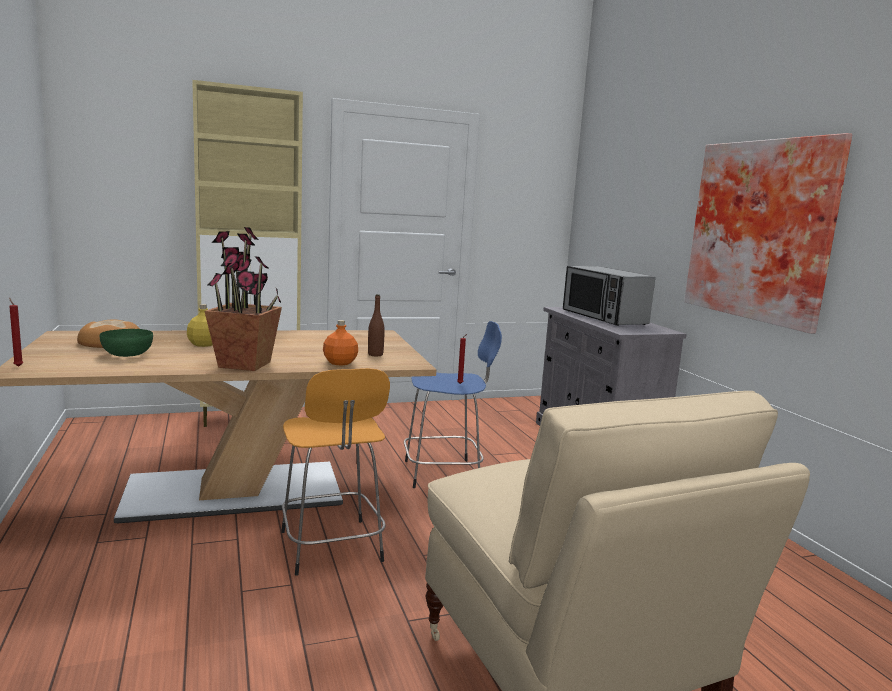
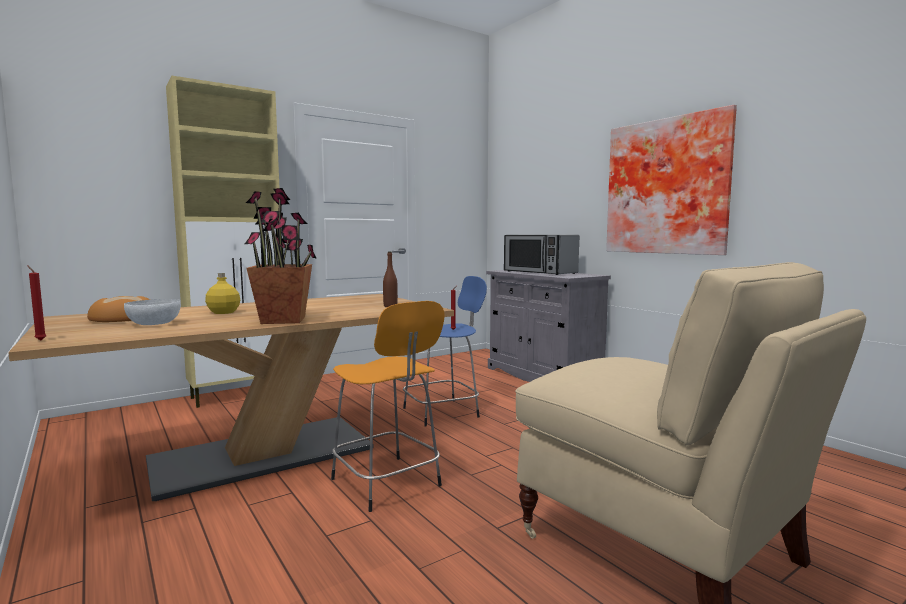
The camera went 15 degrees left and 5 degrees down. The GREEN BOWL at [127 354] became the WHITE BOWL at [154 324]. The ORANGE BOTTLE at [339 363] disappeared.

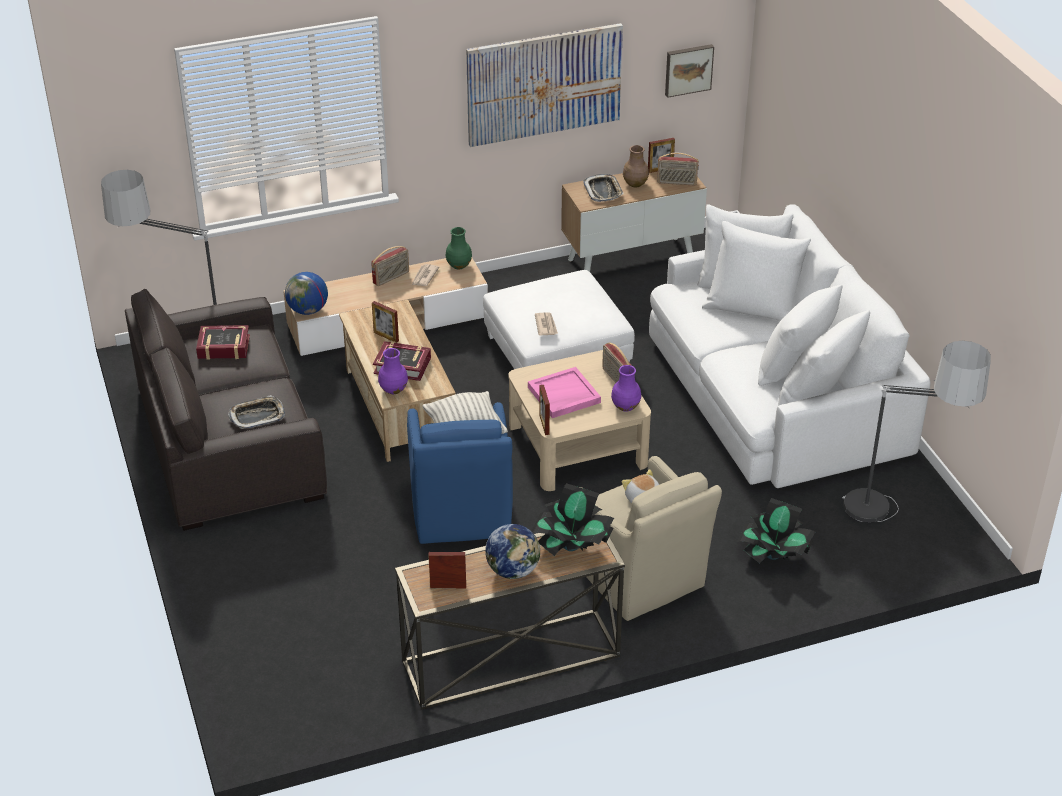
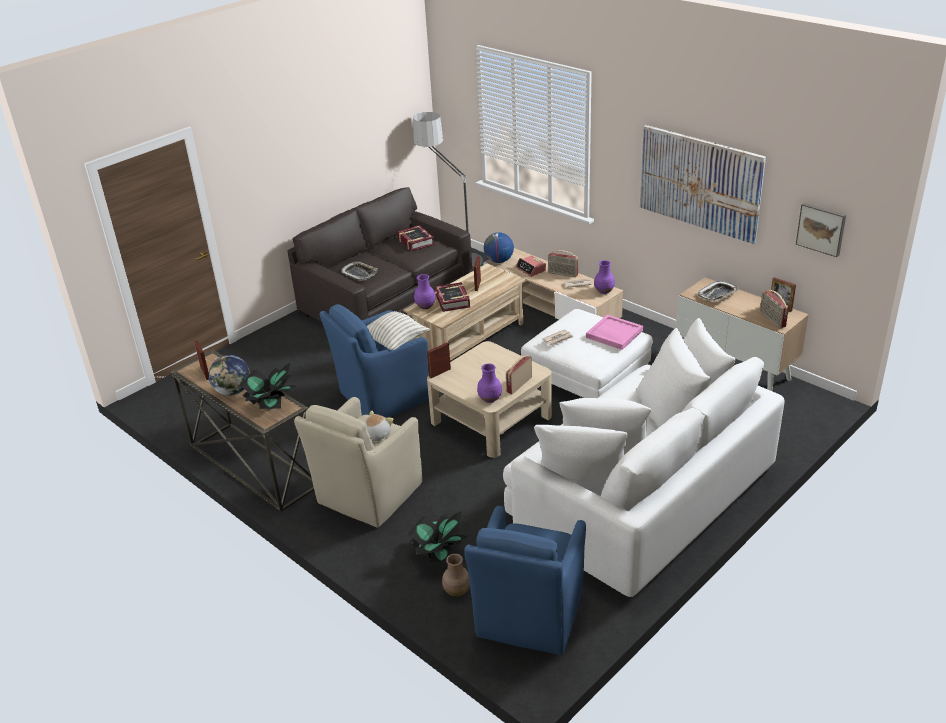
The camera went 65 degrees right and 5 degrees down. The GREEN VASE at [459 265] became the PURPLE VASE at [604 291]. The PINK TRAY moved from [563 395] to [613 334]. The BROWN VASE moved from [635 184] to [456 591]. The FLOOR LAMP at [897 525] was replaced by the BLUE ARMCHAIR at [528 616]. The ALARM CLOCK at [531 269] appeared.

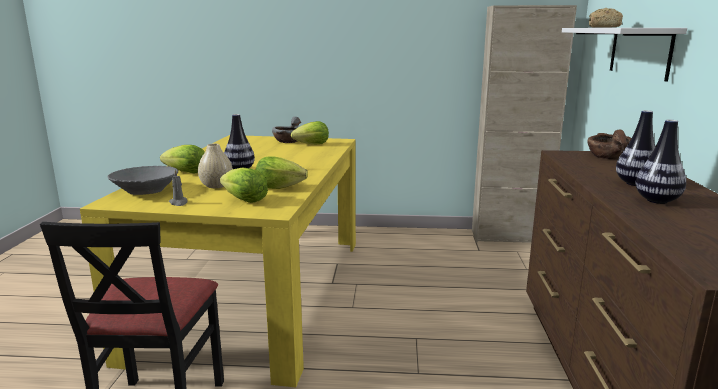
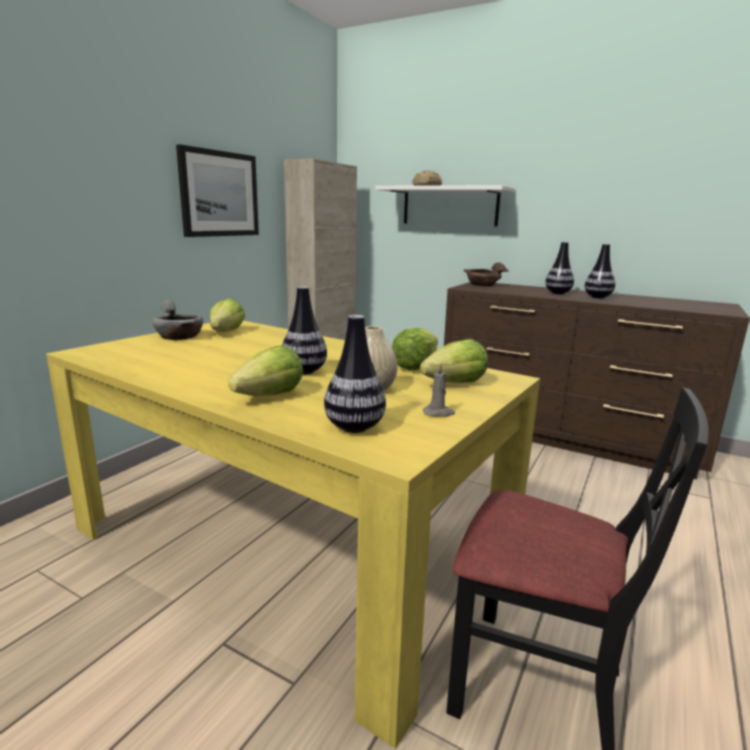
The camera went 65 degrees left and 0 degrees up. The GREY BOWL at [145 191] was replaced by the VASE at [354 427]. The PICTURE at [219 194] appeared.

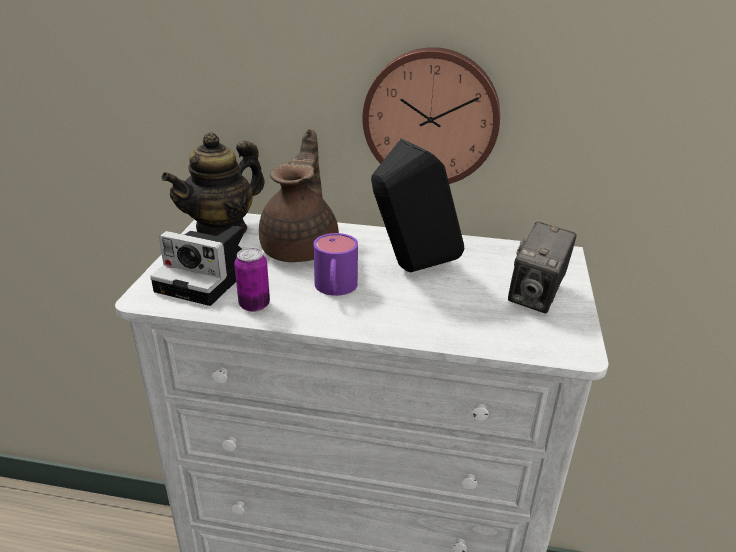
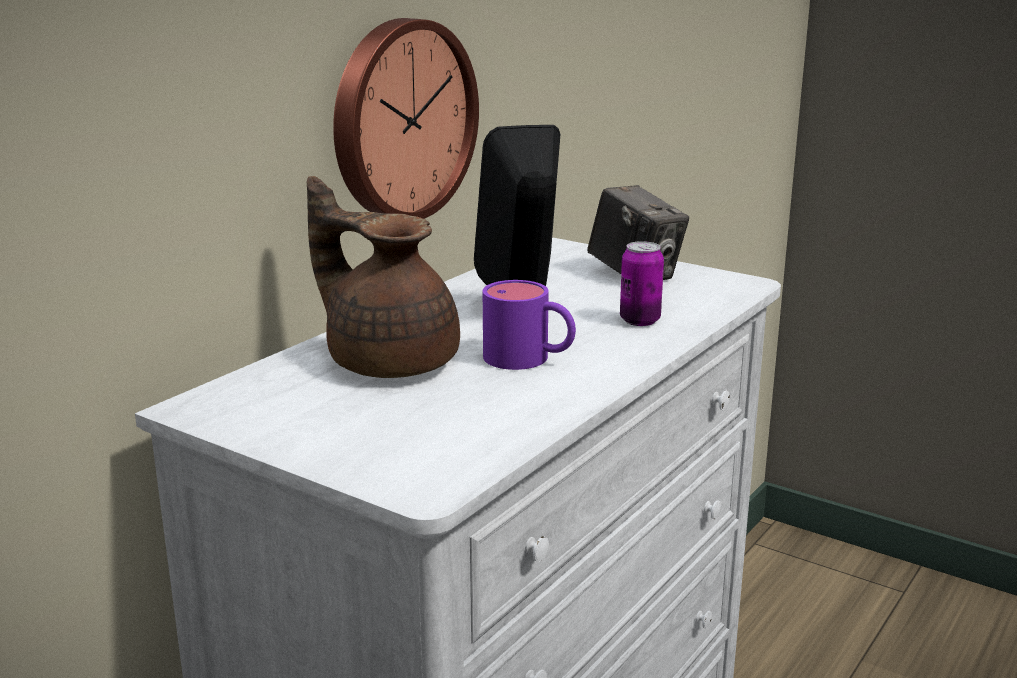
The camera went 65 degrees left and 10 degrees down. The PHOTO CAMERA at [209 278] disappeared. The TEAPOT at [222 230] disappeared. The CAN moved from [254 305] to [640 320].

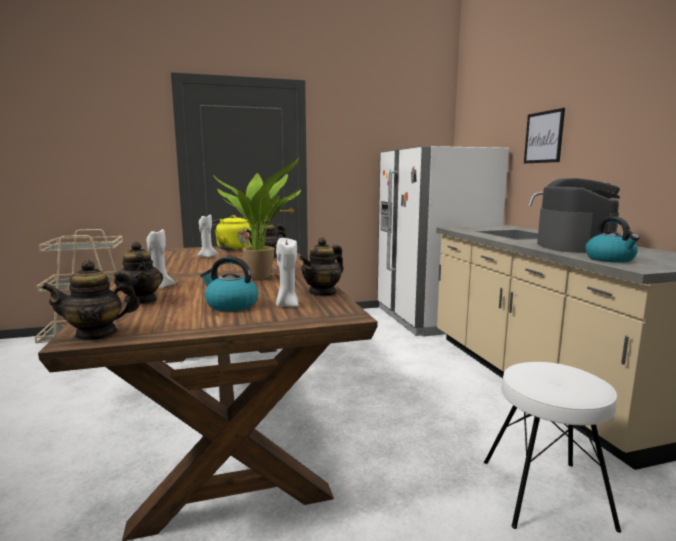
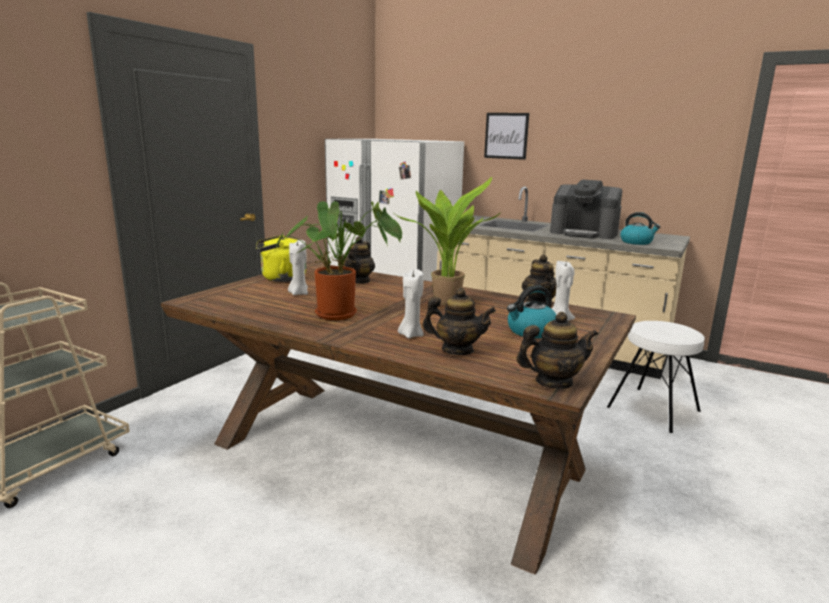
The camera went 45 degrees left and 5 degrees up. The TEAPOT at [96 334] turned 120 degrees counterclockwise. The COFFEE MACHINE at [574 246] turned 150 degrees clockwise. The POTTED PLANT at [341 314] appeared.

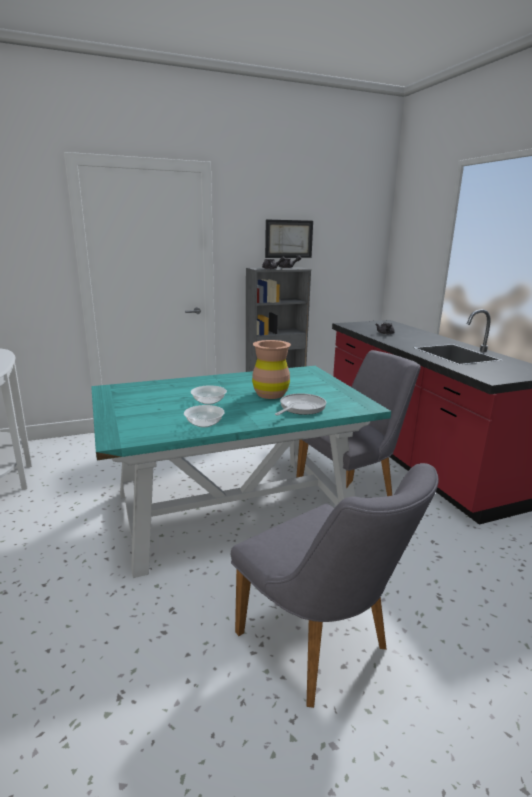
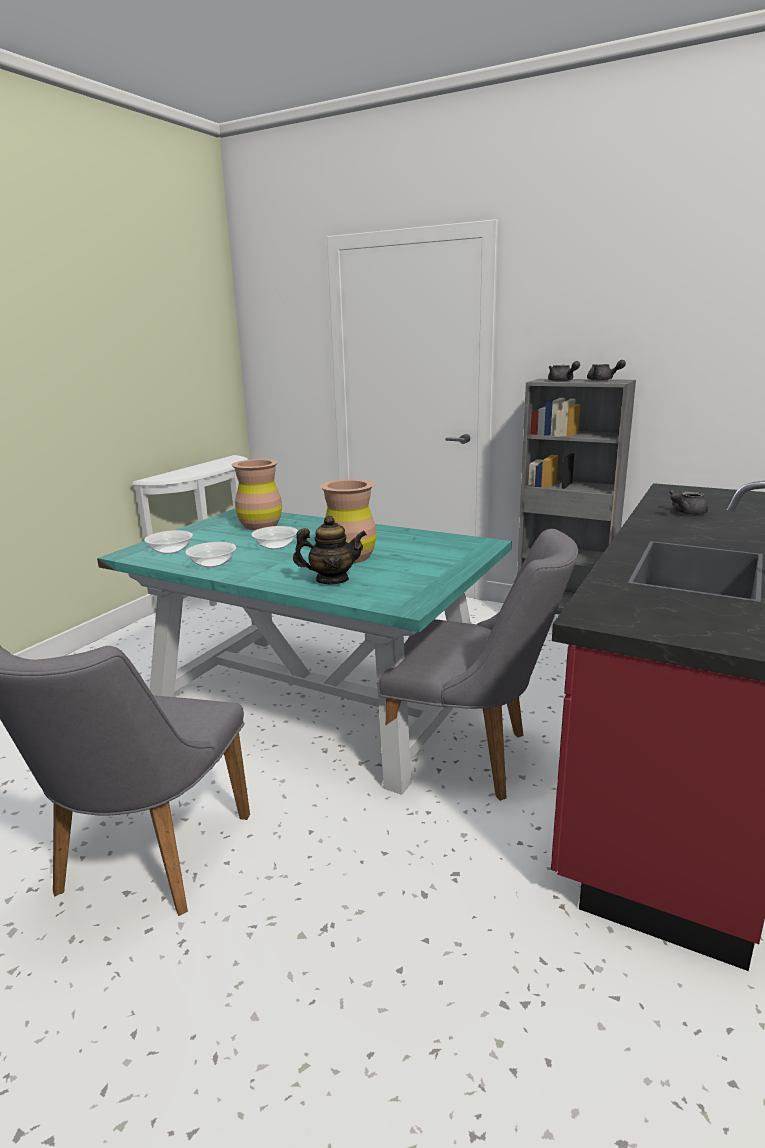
The camera went 50 degrees right and 0 degrees up. The PICTURE at [288 239] disappeared. The FRYING PAN at [300 408] was replaced by the TEAPOT at [332 580]. The BOWL at [170 550] appeared. The BROWN VASE at [260 525] appeared.

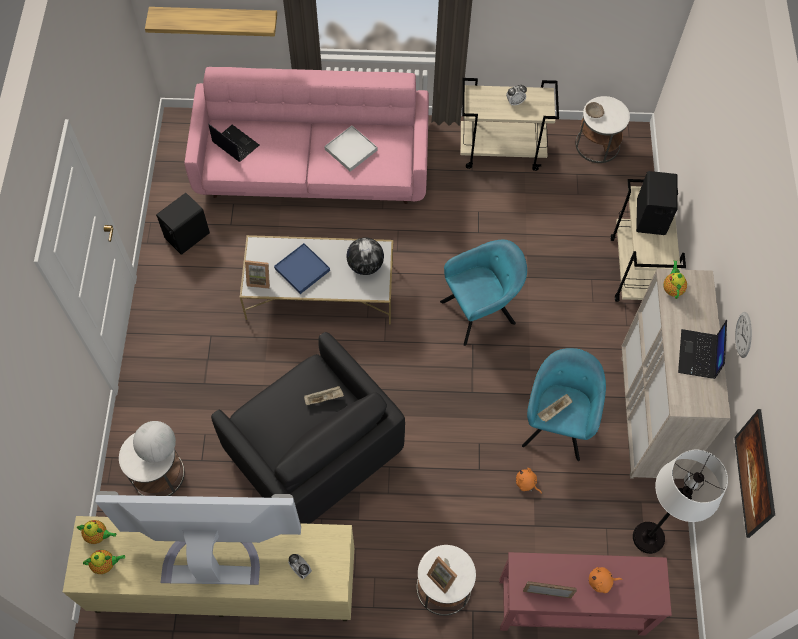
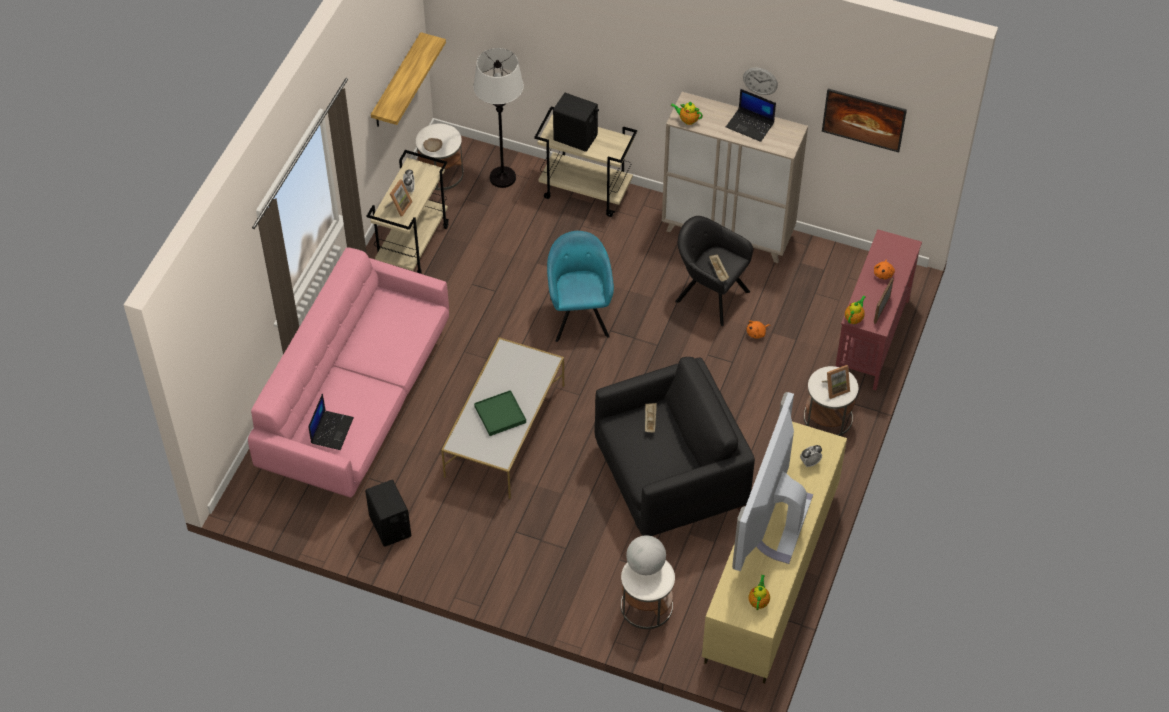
The camera went 70 degrees left and 10 degrees down. The TEAPOT moved from [98 535] to [854 318]. The SHELF moved from [214 18] to [396 82]. The LAPTOP at [235 144] turned 135 degrees clockwise. The PICTURE FRAME moved from [259 279] to [399 206]. The BLUE TRAY at [302 269] became the GREEN TRAY at [500 415]. The WHITE TRAY at [351 150] disappeared. The GLOBE at [365 265] disappeared. The TURQUOISE ARMCHAIR at [557 422] became the BLACK ARMCHAIR at [709 295]. The WHITE FLOOR LAMP moved from [648 537] to [502 177].

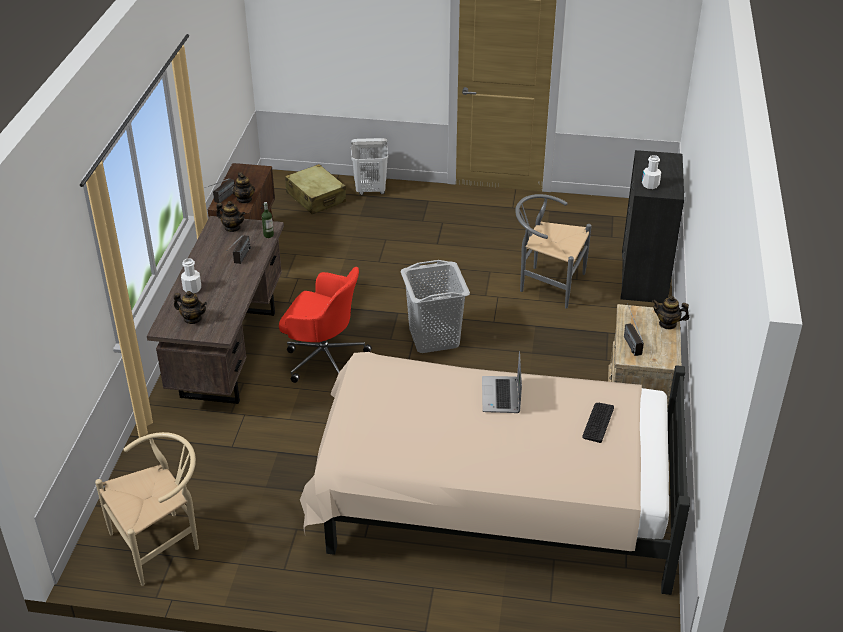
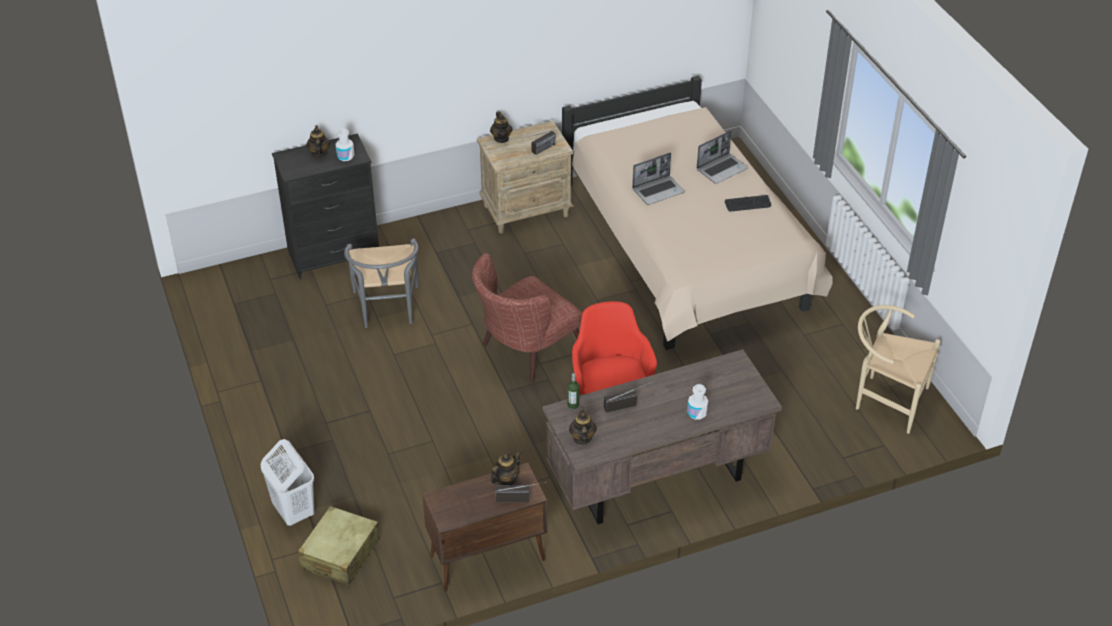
The camera went 120 degrees left and 5 degrees up. The TEAPOT moved from [192 319] to [319 153]. The GREY LAUNDRY BASKET at [434 337] was replaced by the BROWN ARMCHAIR at [524 352]. The KEYBOARD moved from [598 422] to [748 204]. The LAPTOP at [722 169] appeared.

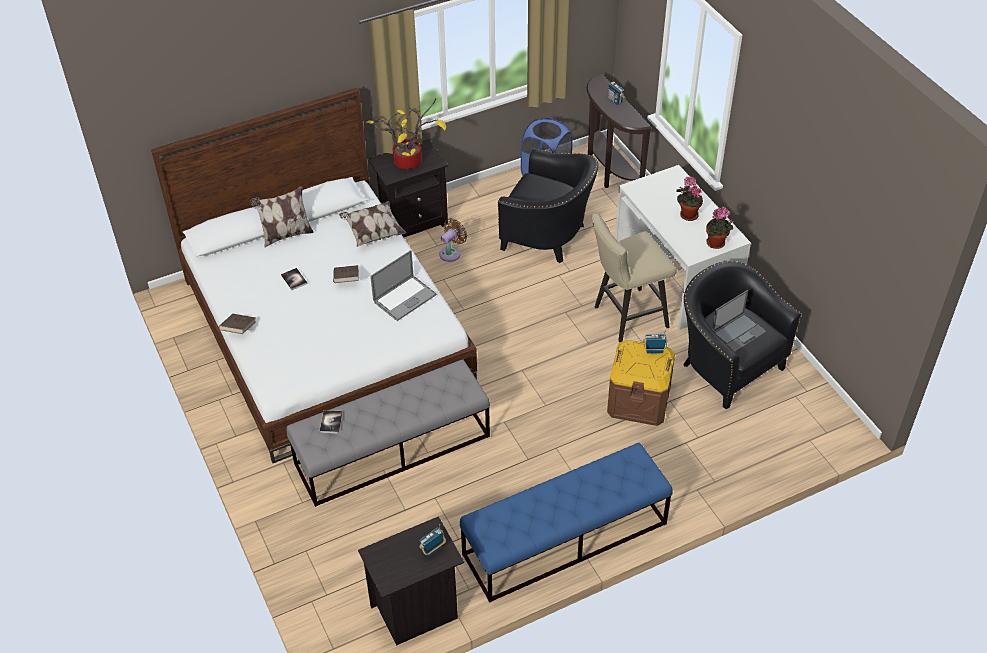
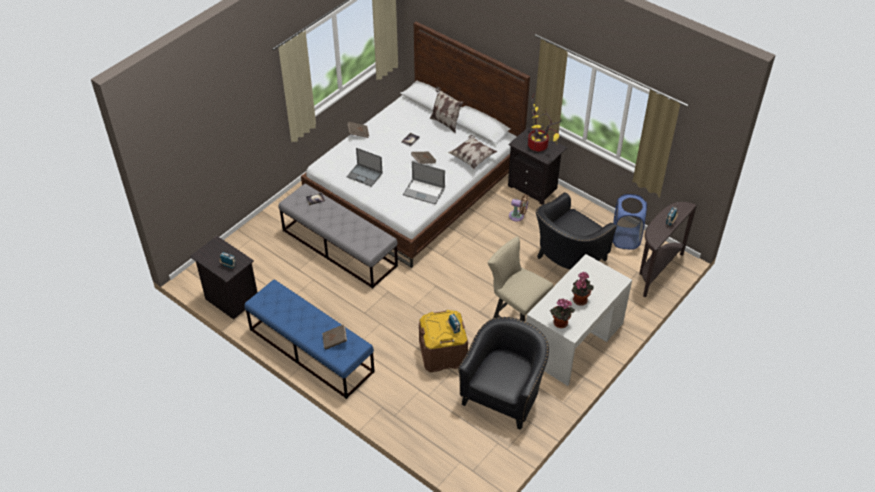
The camera went 65 degrees right and 0 degrees up. The BLACK ARMCHAIR at [548 236] turned 45 degrees clockwise. The LAPTOP moved from [739 332] to [365 175]. The BROWN BOOK at [335 341] appeared.

